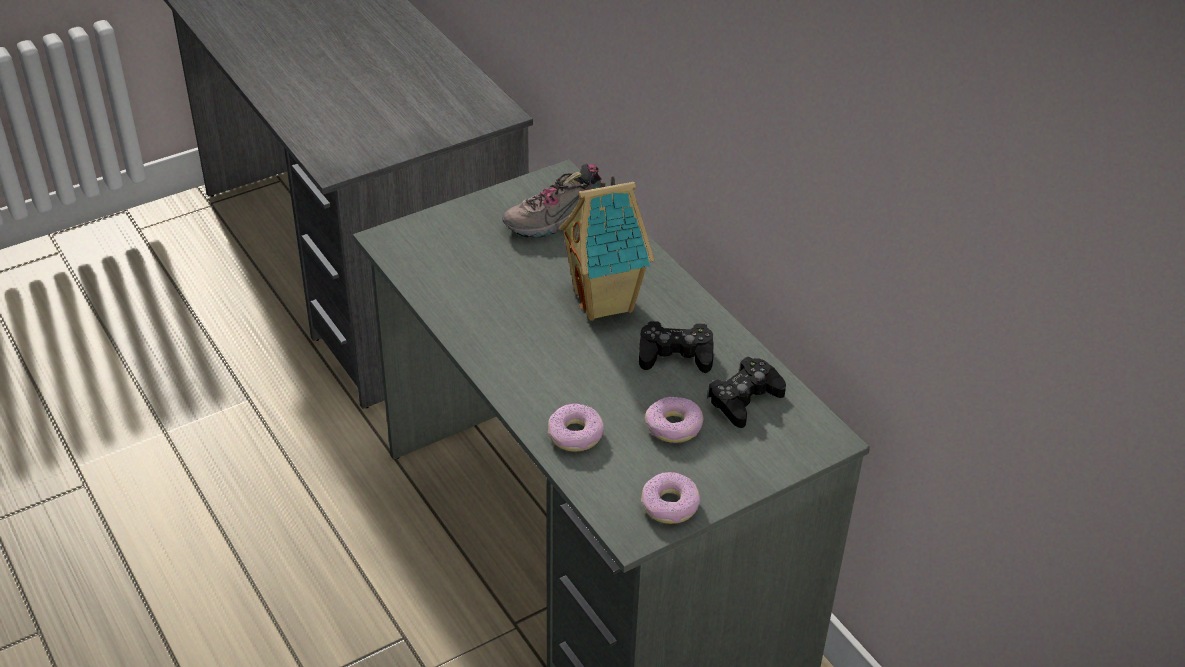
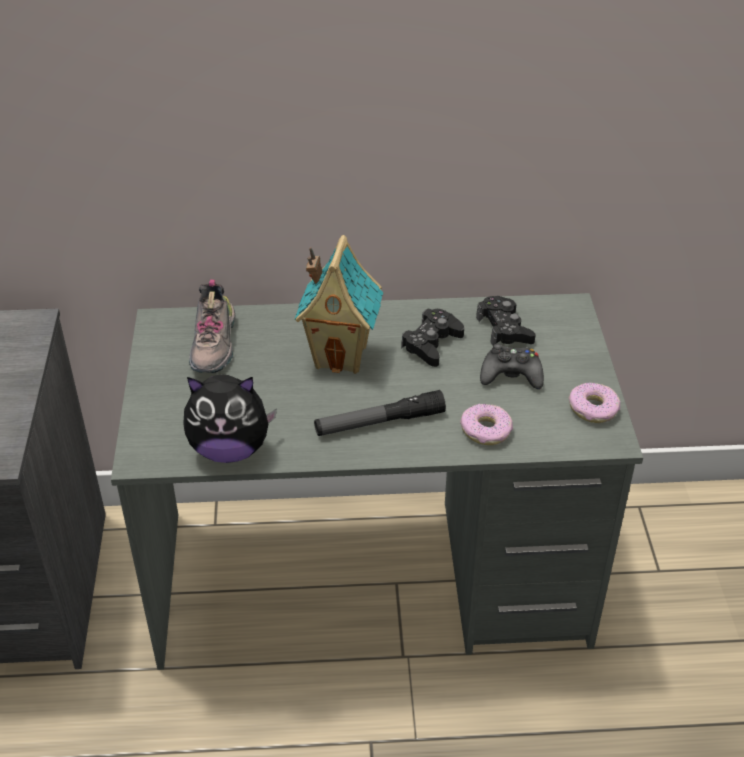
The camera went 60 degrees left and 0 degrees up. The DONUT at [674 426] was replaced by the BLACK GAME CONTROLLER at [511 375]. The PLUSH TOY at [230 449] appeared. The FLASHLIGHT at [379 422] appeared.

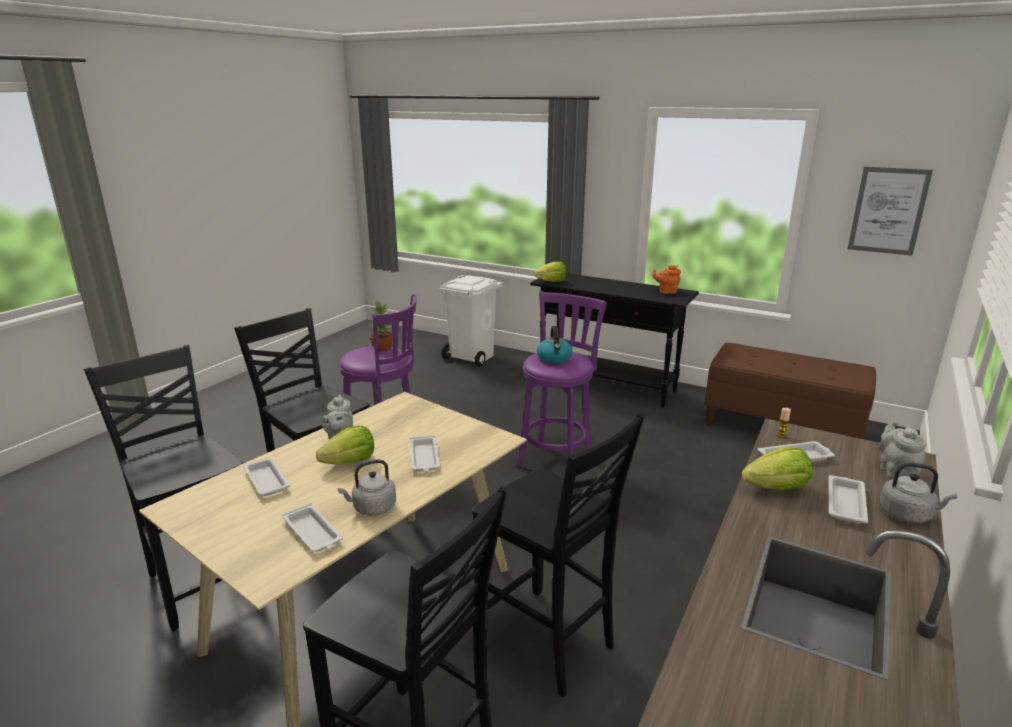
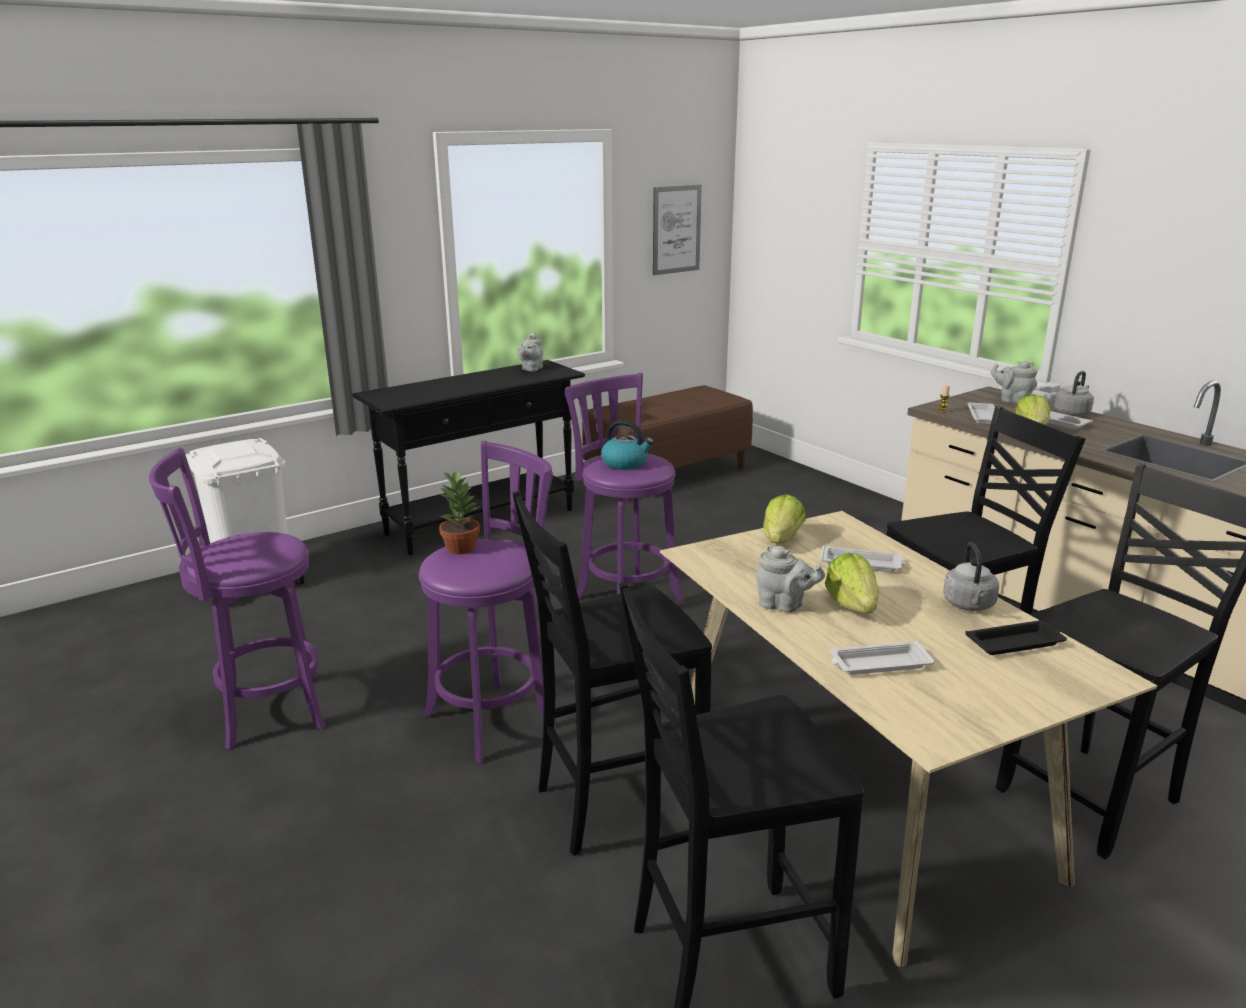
The camera went 65 degrees left and 0 degrees up. The WHITE TRAY at [313 533] became the BLACK TRAY at [1016 643]. The LETTUCE moved from [552 282] to [781 540]. The ORANGE TEAPOT at [666 291] became the GREY TEAPOT at [531 369]. The PURPLE STOOL at [266 712] appeared.

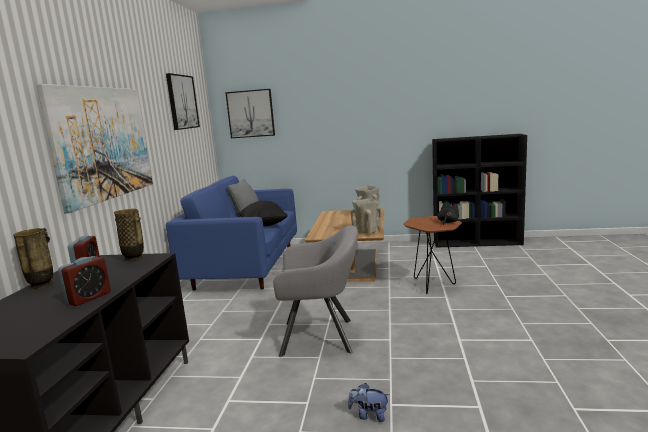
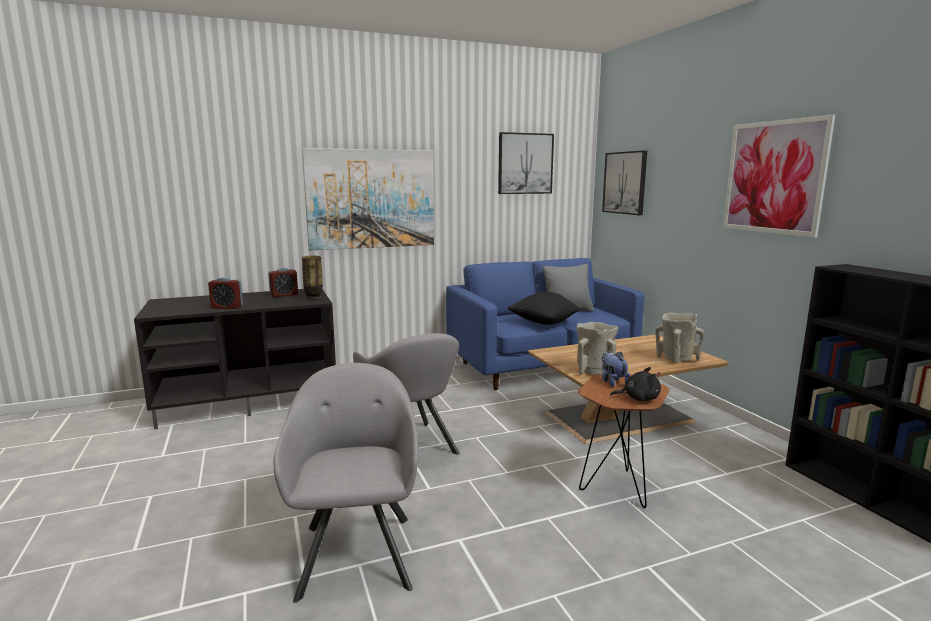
The camera went 60 degrees right and 0 degrees up. The VASE at [42 285] disappeared. The PLUSH TOY moved from [369 415] to [613 382]. The GREY ARMCHAIR at [356 550] appeared. The PICTURE at [774 177] appeared.

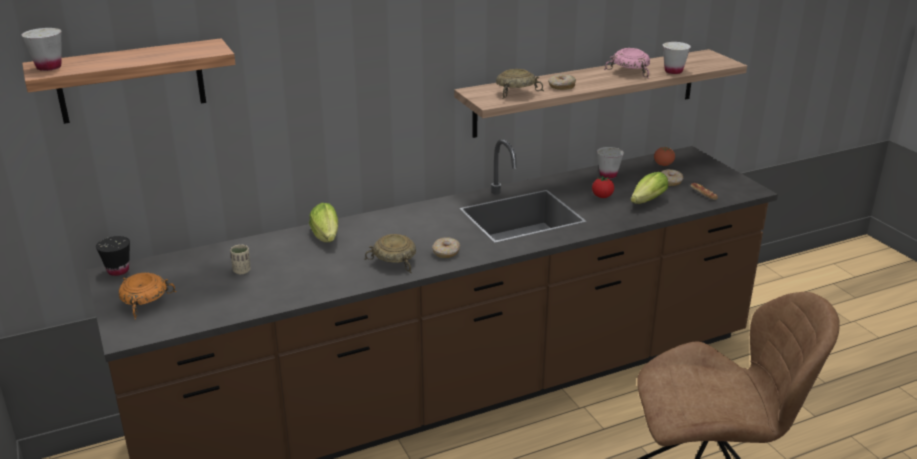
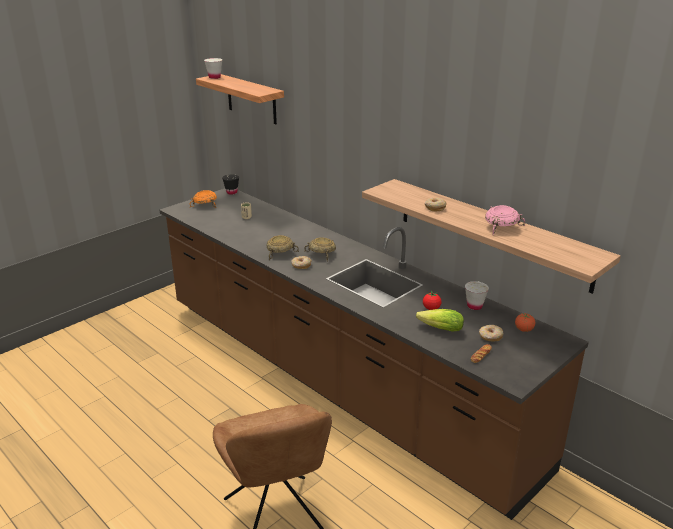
The camera went 70 degrees right and 0 degrees up. The LETTUCE at [326 237] disappeared. The BEIGE BOWL moved from [516 93] to [322 255]. The WHITE CUP at [673 71] disappeared.

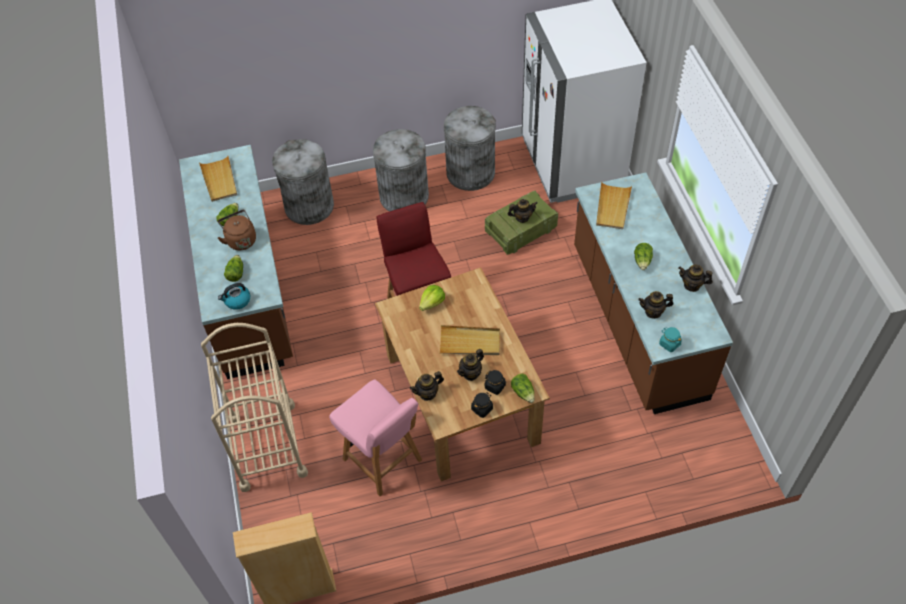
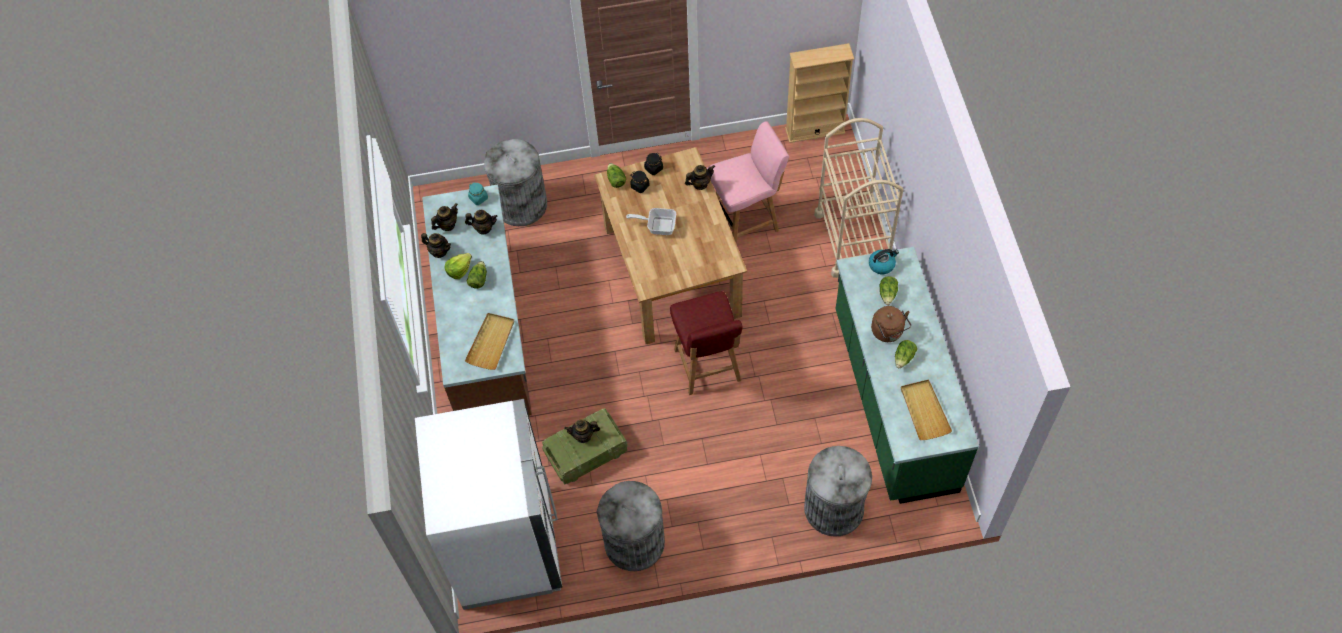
The camera went 175 degrees left and 5 degrees up. The BROWN COUNTER at [248 289] became the GREEN COUNTER at [893 401]. The PINK CHAIR at [383 461] turned 105 degrees clockwise. The GREY TRASH CAN moved from [404 196] to [520 204]. The LETTUCE moved from [432 303] to [459 270]. The BEIGE TRAY at [470 342] was replaced by the FRYING PAN at [657 226]. The TEAPOT moved from [471 373] to [447 225].

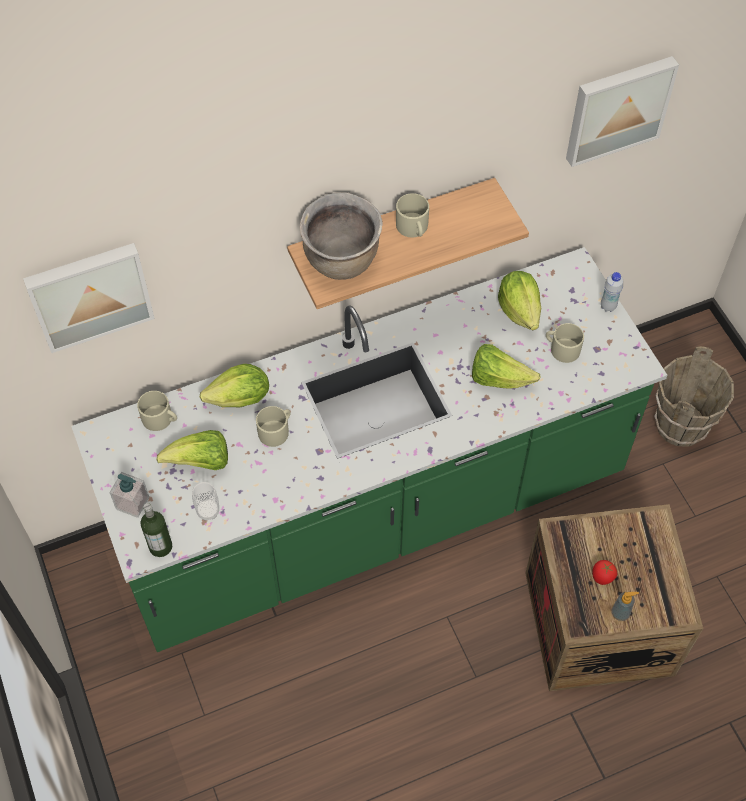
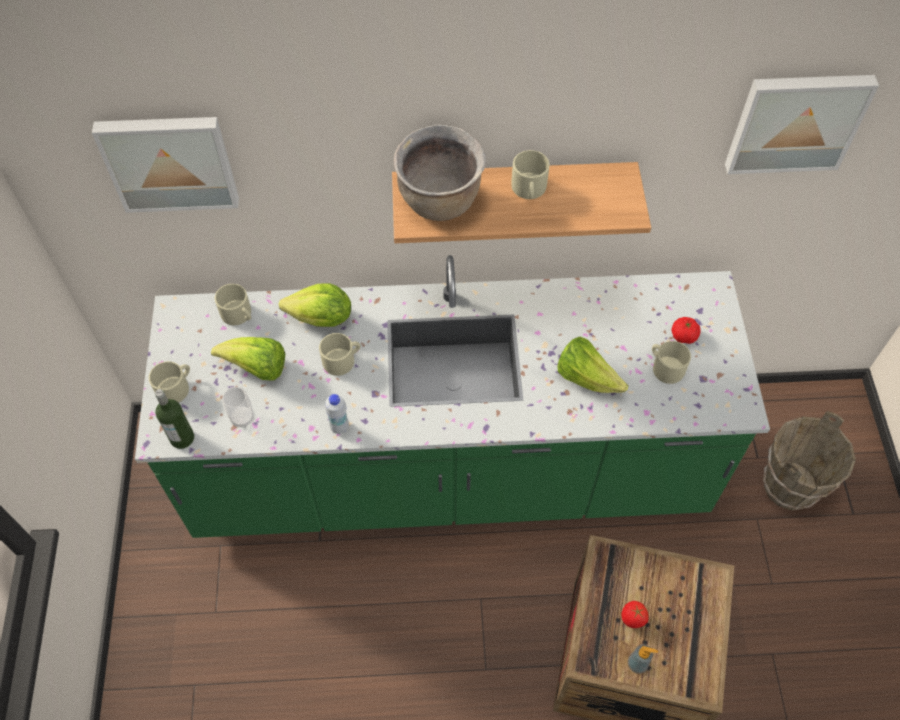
The camera went 20 degrees right and 0 degrees up. The SOAP DISPENSER at [133 503] was replaced by the BEIGE MUG at [176 387]. The LETTUCE at [519 310] disappeared. The WHITE BOTTLE moved from [608 306] to [339 427]. The TOMATO at [683 336] appeared.

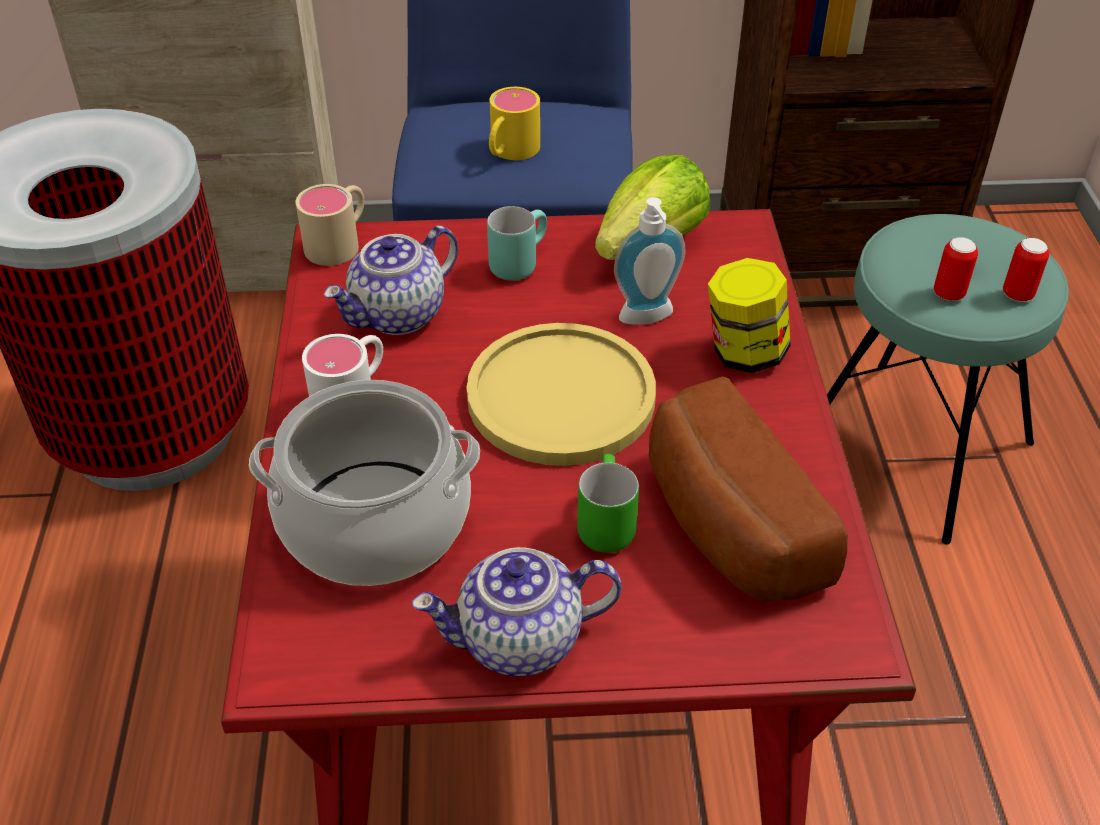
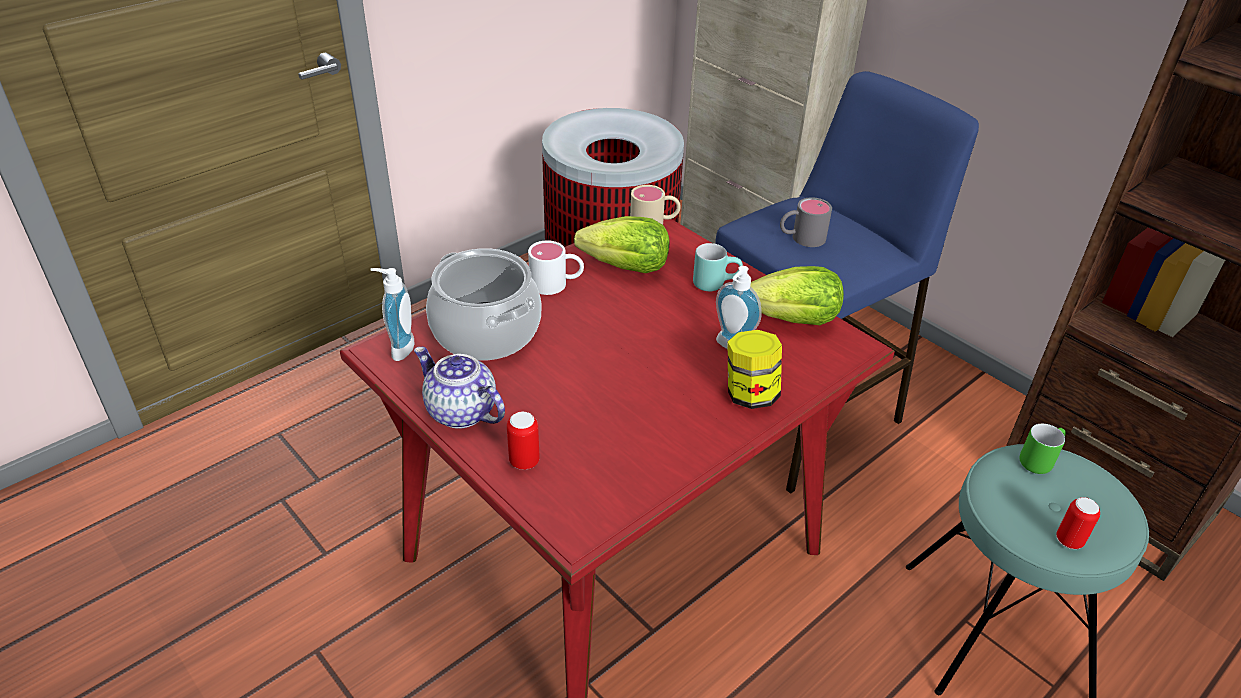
The camera went 50 degrees right and 5 degrees down. The TEAPOT at [398 315] was replaced by the LETTUCE at [626 268]. The YELLOW PLATE at [561 396] disappeared. The YELLOW MUG at [509 152] became the GREY MUG at [801 238]. The GREEN MUG moved from [602 522] to [1037 459]. The BREAD at [724 527] disappeared. The CAN moved from [948 294] to [524 461]. The SOAP DISPENSER at [398 348] appeared.

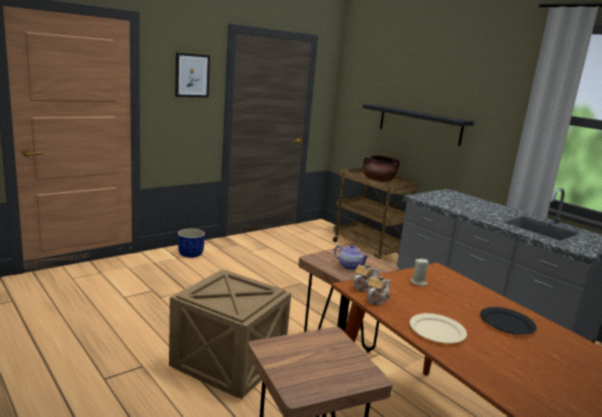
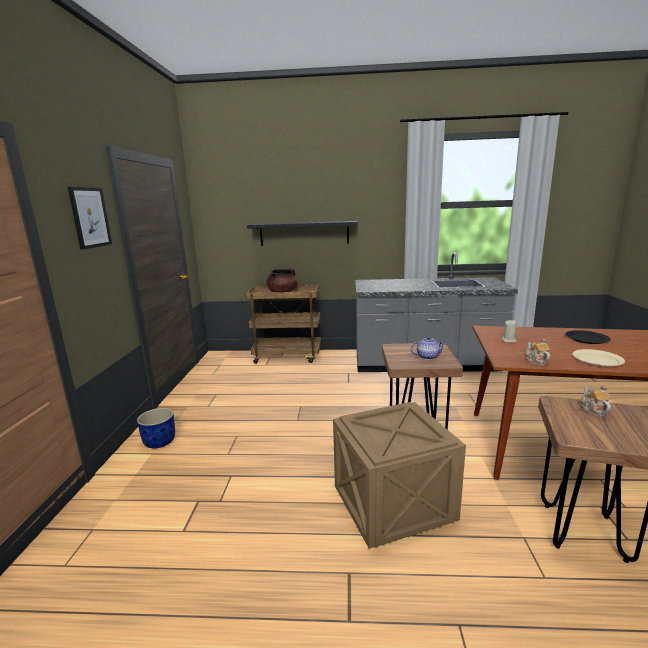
The camera went 45 degrees left and 0 degrees up. The TEAPOT moved from [364 286] to [593 410].

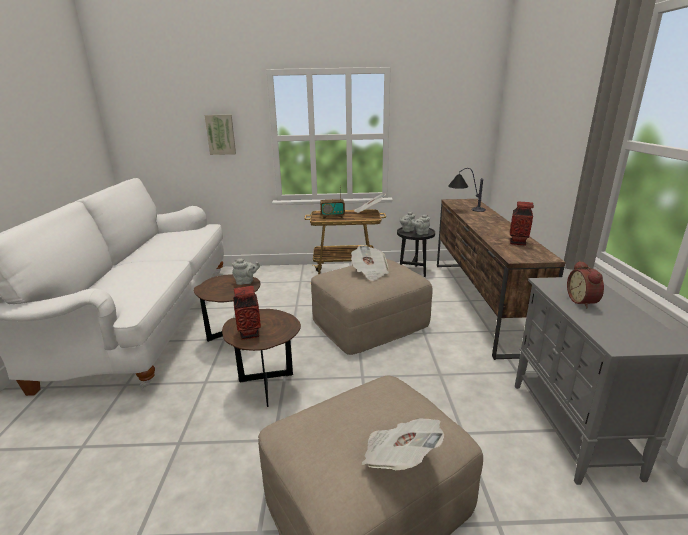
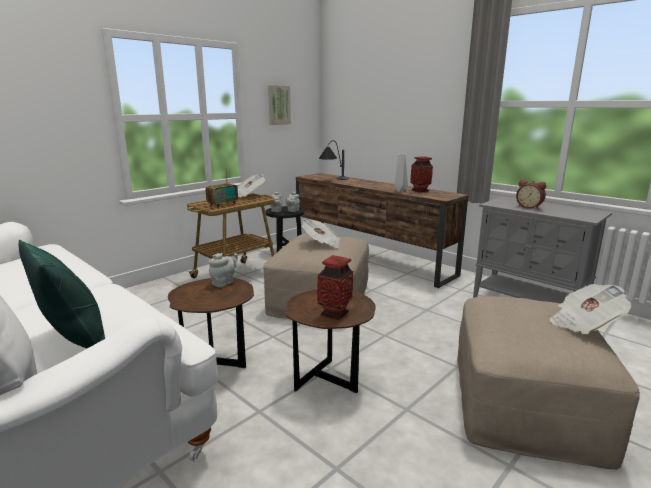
The camera went 45 degrees left and 5 degrees down. The PICTURE moved from [221 134] to [278 105]. The GREEN PILLOW at [74 341] appeared. The GREY VASE at [399 191] appeared.

